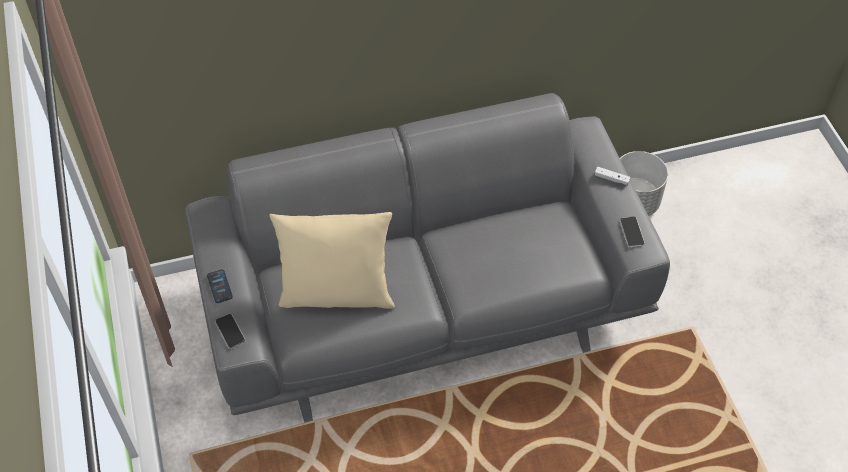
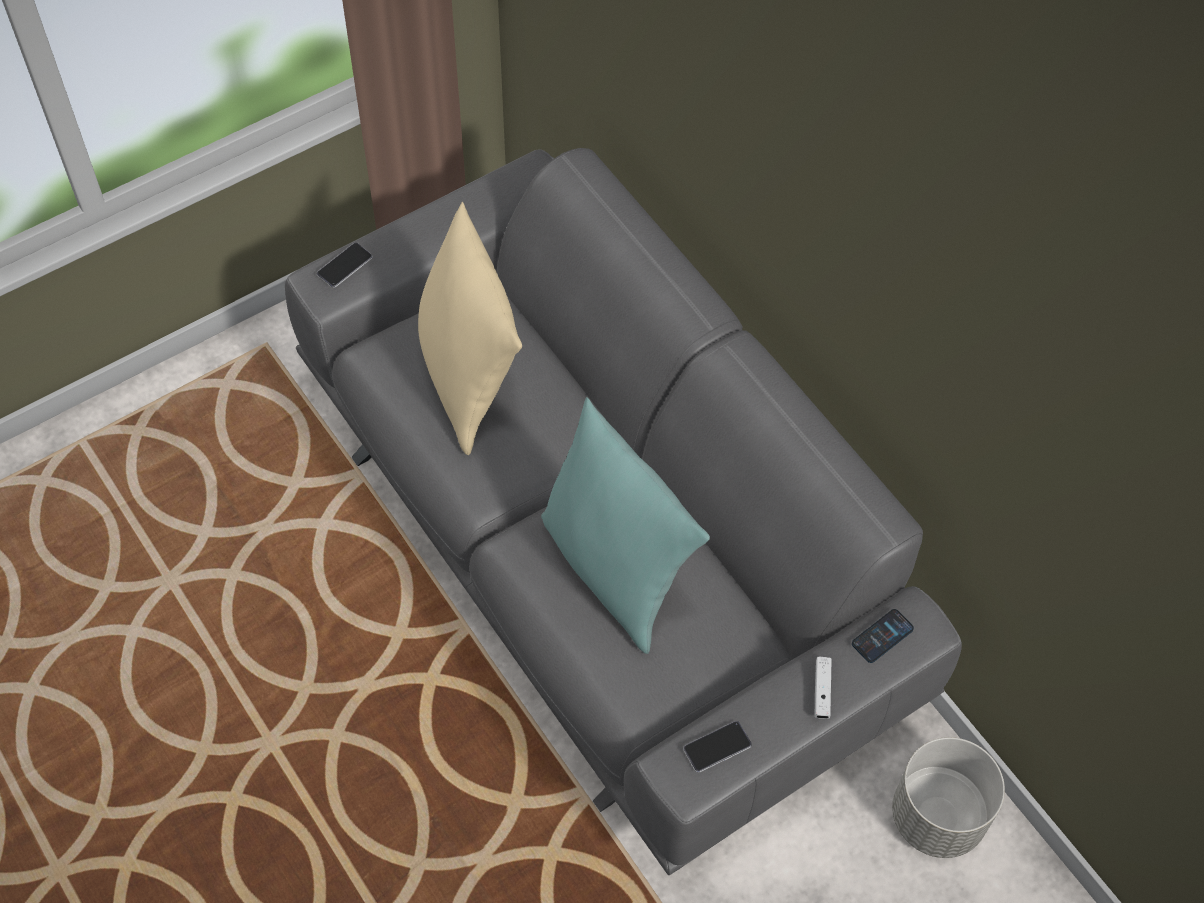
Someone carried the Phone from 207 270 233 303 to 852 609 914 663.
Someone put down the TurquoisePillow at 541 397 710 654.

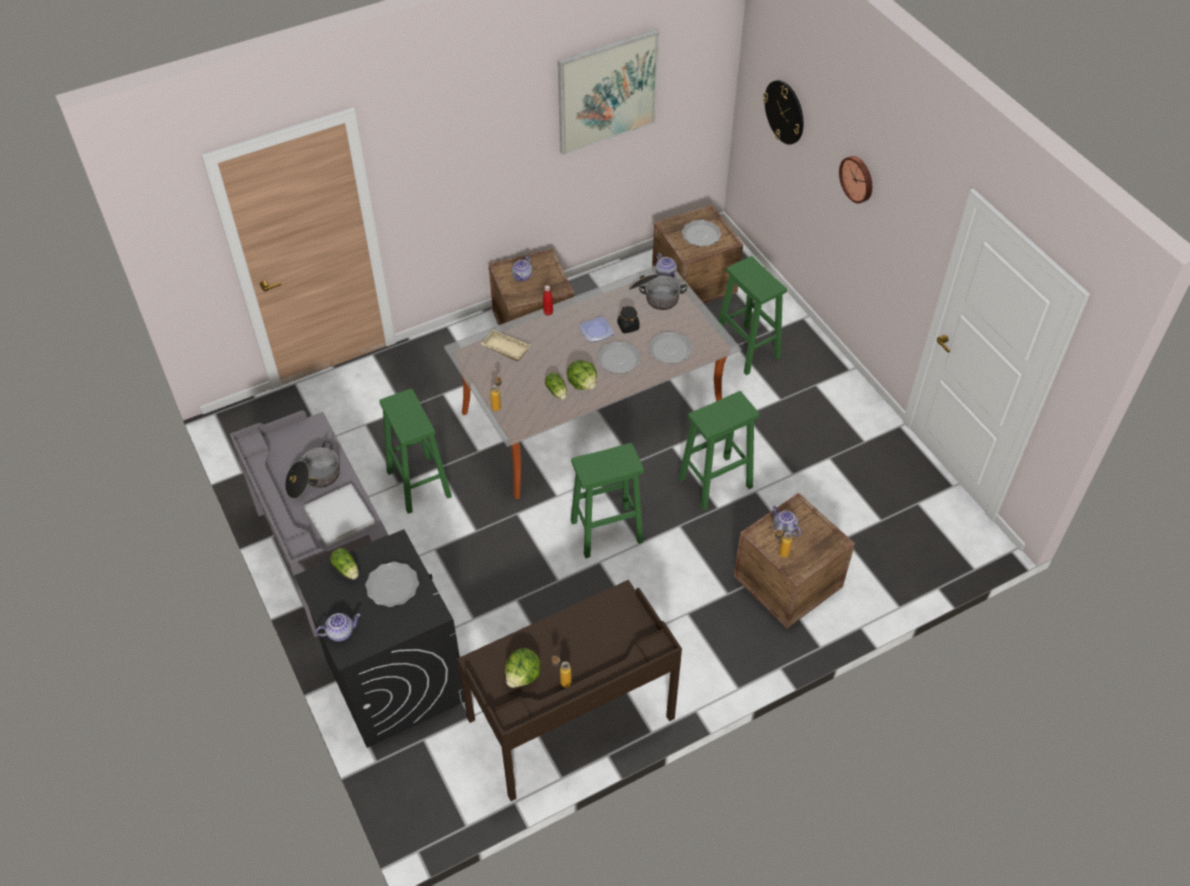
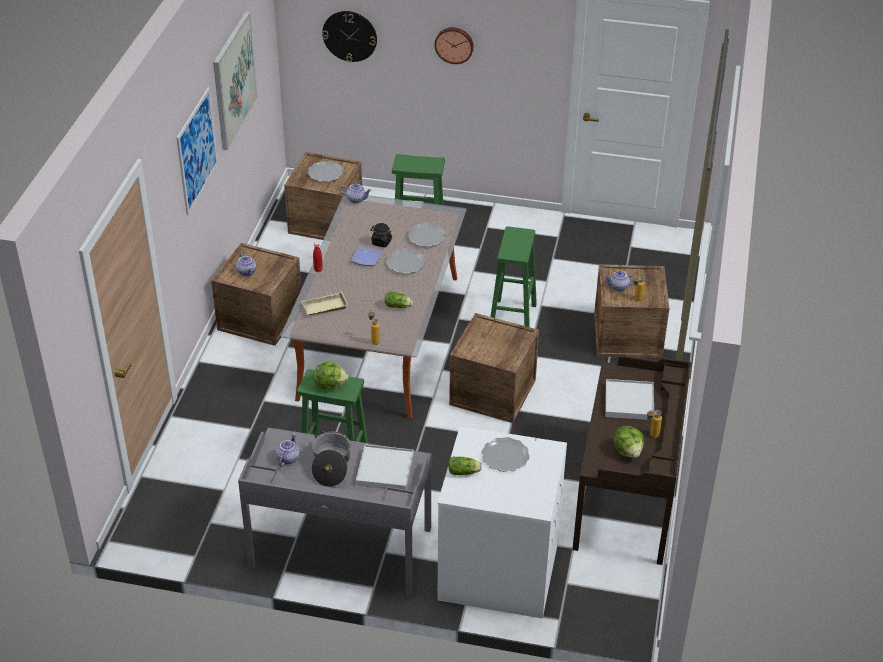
Someone repainted the BlackWashingMachine at 294 529 464 748, which became the WhiteWashingMachine at 437 426 567 619.
Someone carried the Teapot from 316 613 361 642 to 276 433 300 466.
Someone carried the Lettuce from 567 360 597 390 to 314 361 348 390.
Someone swapped the GreenStool at 571 443 644 558 for the Crate at 449 313 539 423.
Someone took away the CookingPot at 629 274 687 310.
Someone put up the Picture at 176 88 218 215.
Someone put down the WhiteTray at 605 379 654 420.

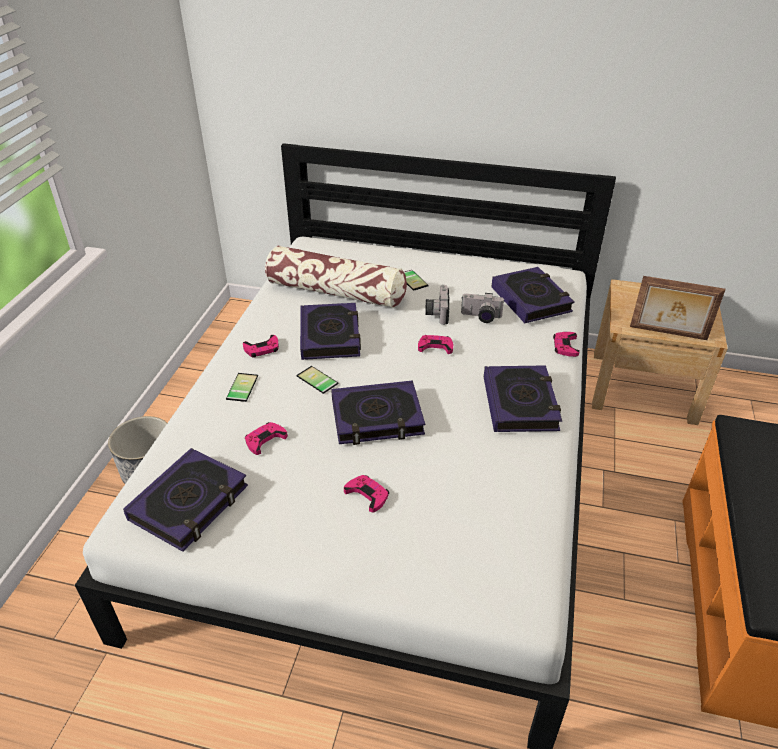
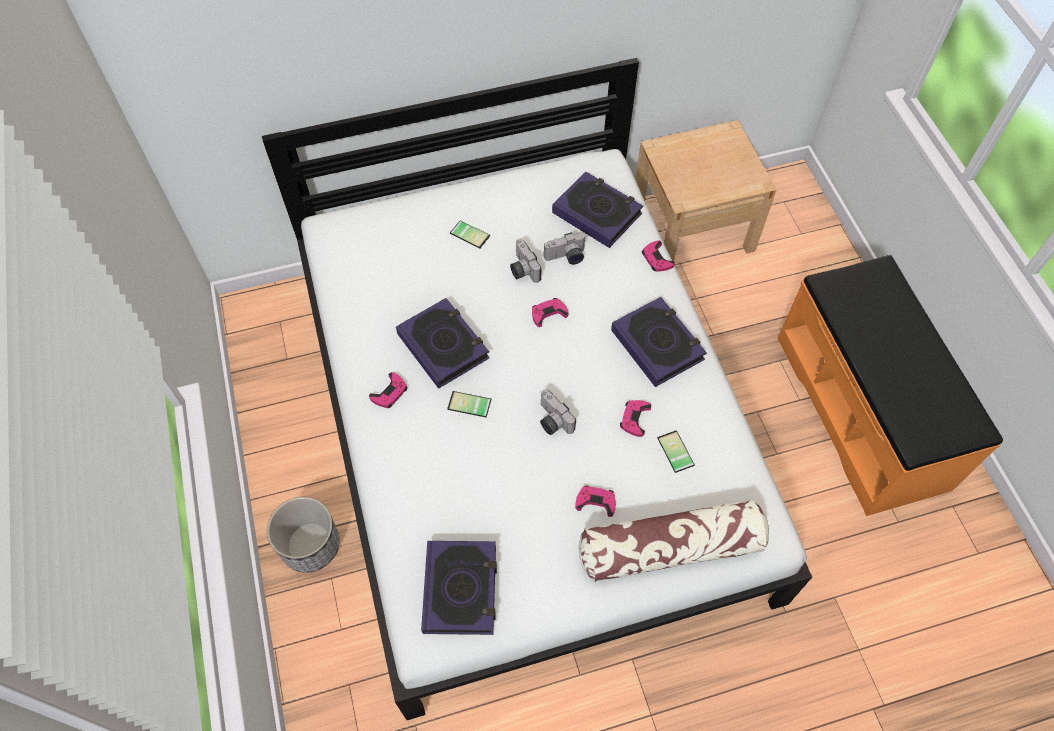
Someone carried the Phone from 226 373 258 402 to 657 430 695 473.
Someone carried the PinkGameController from 245 422 288 455 to 620 400 651 437.
Someone carried the Pillow from 265 245 407 308 to 579 500 769 582.
Someone swapped the Book at 331 381 425 445 for the PhotoCamera at 540 389 576 435.
Someone took away the PictureFrame at 630 276 726 340.

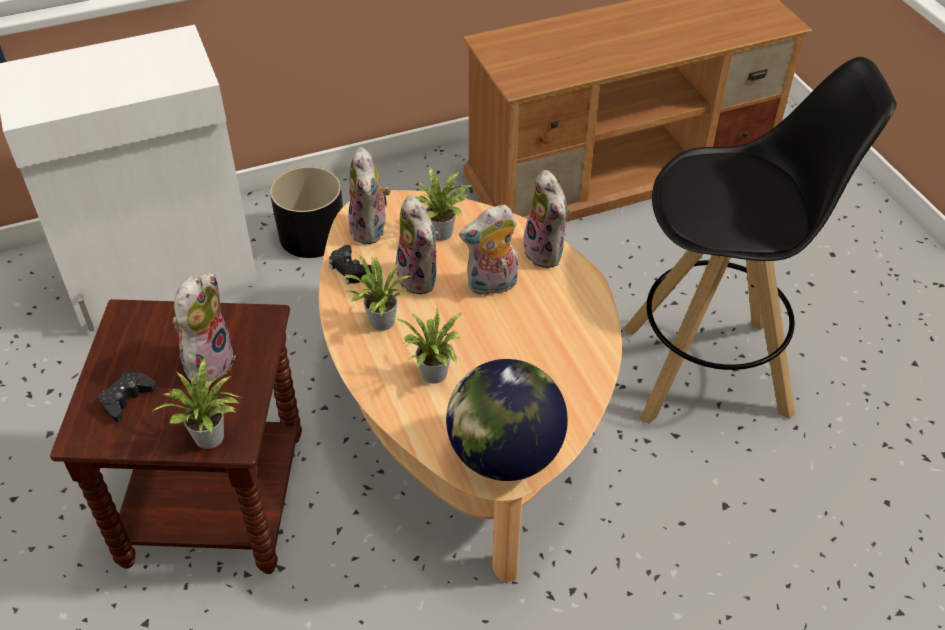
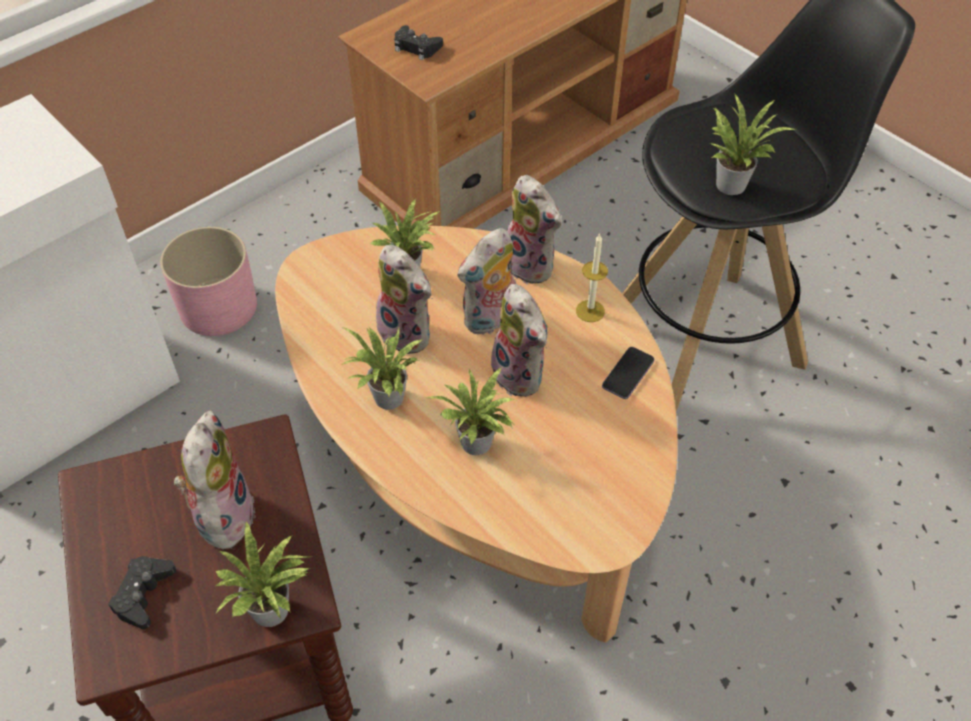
Someone repainted the BlackPlanter at 270 166 343 258, which became the PinkPlanter at 160 227 257 336.
Someone carried the BlackGameController from 329 245 372 285 to 394 25 443 60.
Someone carried the PlushToy from 348 147 391 244 to 491 284 548 397.
Someone took away the Globe at 446 359 568 481.
Someone put down the Candle at 576 233 608 322.
Someone put down the Phone at 602 347 654 399.
Someone put down the PottedPlant at 710 94 796 195.

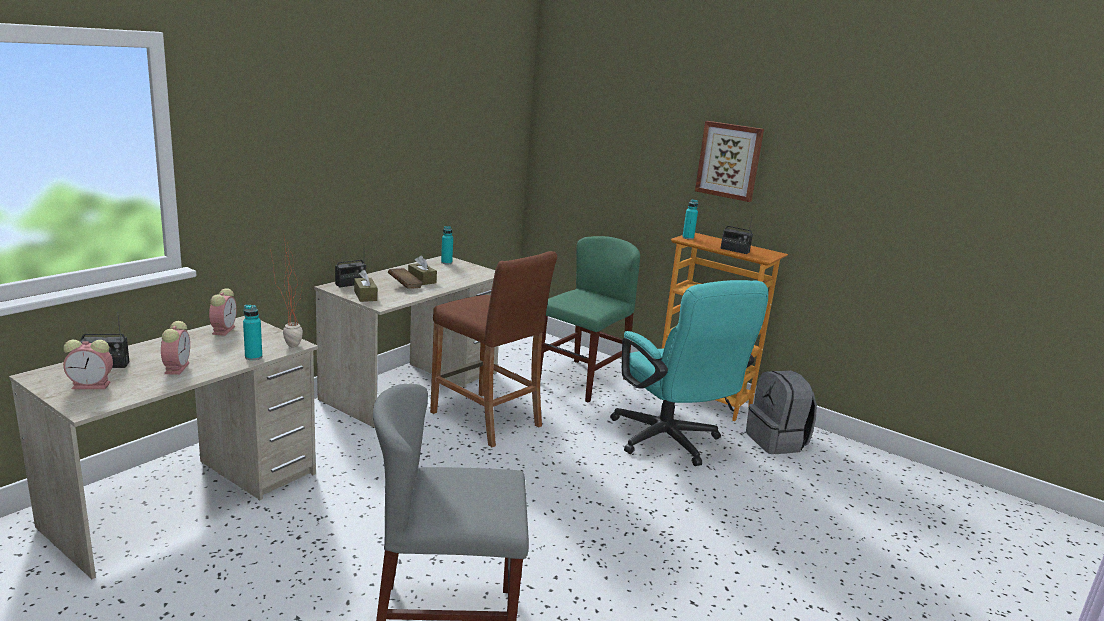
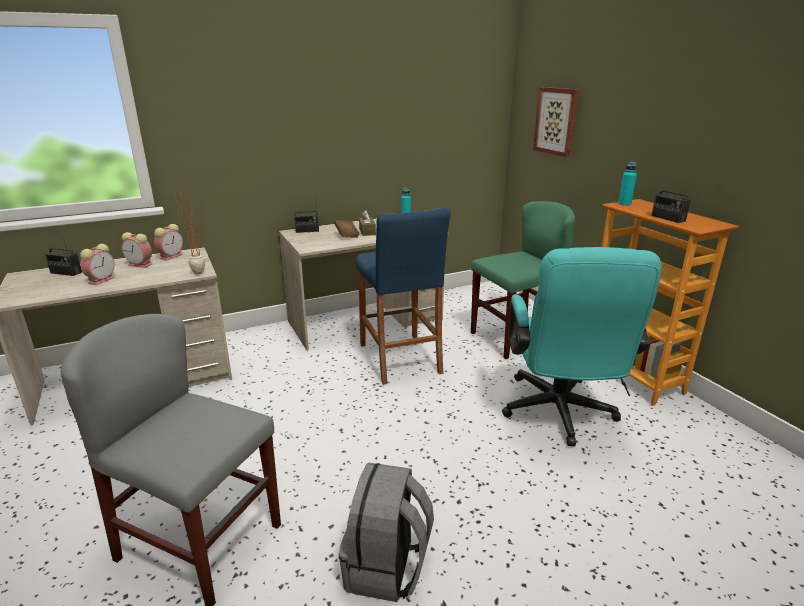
Someone carried the AlarmClock from 63 340 113 389 to 122 232 152 268.
Someone took away the TurquoiseBottle at 243 305 262 360.
Someone took away the BrownTissueBox at 354 270 377 302.
Someone repainted the BrownStool at 430 251 557 447, which became the BlueStool at 356 208 451 385.
Someone carried the Picture from 695 121 764 202 to 533 87 579 157.
Someone carried the GreyBackpack from 746 370 817 454 to 339 463 434 602.

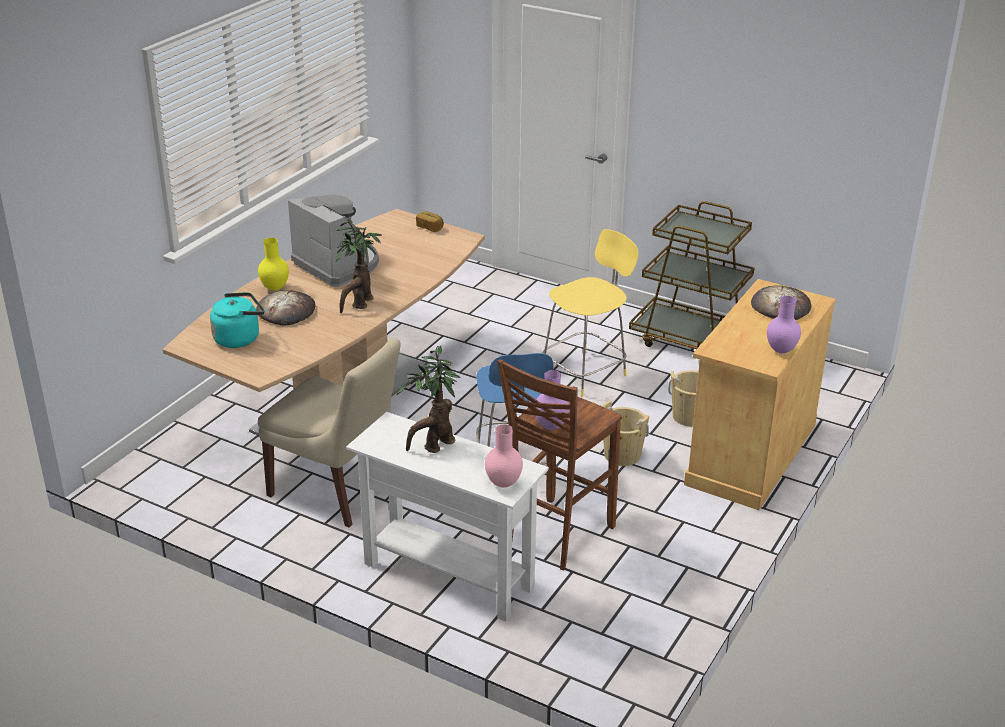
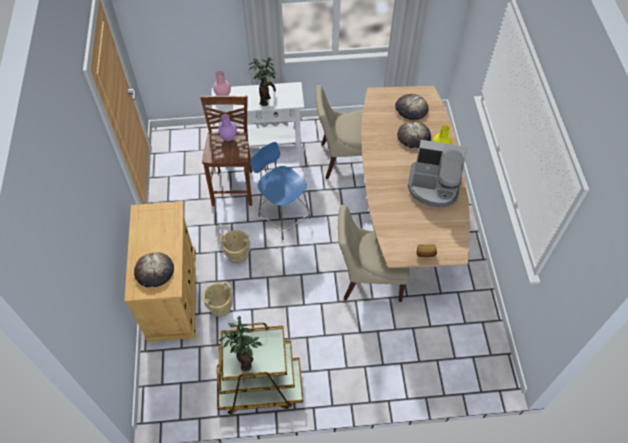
Someone swapped the TurquoiseKettle at 210 292 264 348 for the Bread at 395 94 428 120.
Someone carried the PottedPlant from 336 217 382 313 to 219 316 262 371.
Someone took away the YellowStool at 543 229 639 397.
Someone took away the PurpleVase at 767 296 801 353.
Someone put down the BeigeChair at 338 205 409 302.

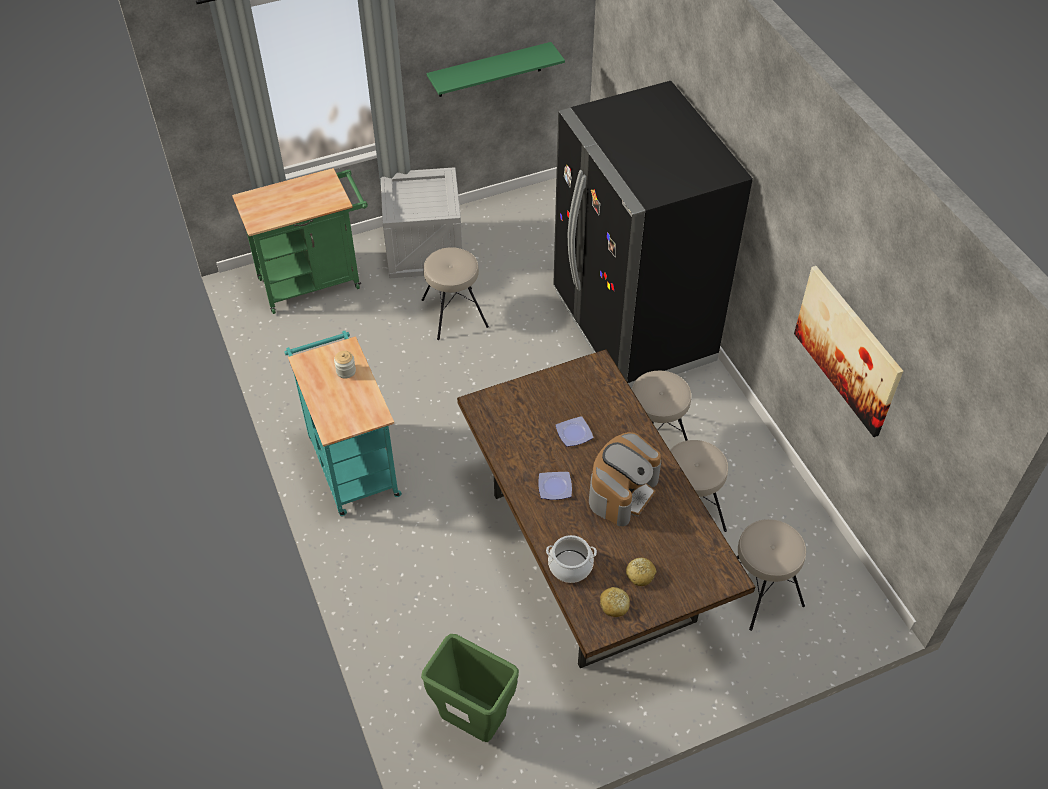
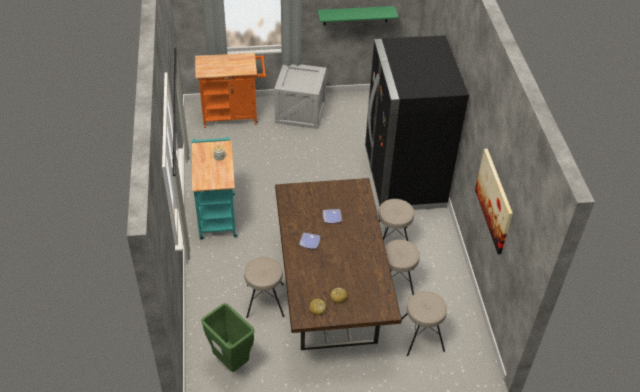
Someone repainted the GreenCart at 232 168 368 314, which became the OrangeCart at 195 53 267 128.
Someone carried the BeigeStool from 421 247 489 340 to 244 257 284 318.
Someone took away the CookingPot at 546 535 597 583.
Someone took away the CoffeeMachine at 589 432 661 526.

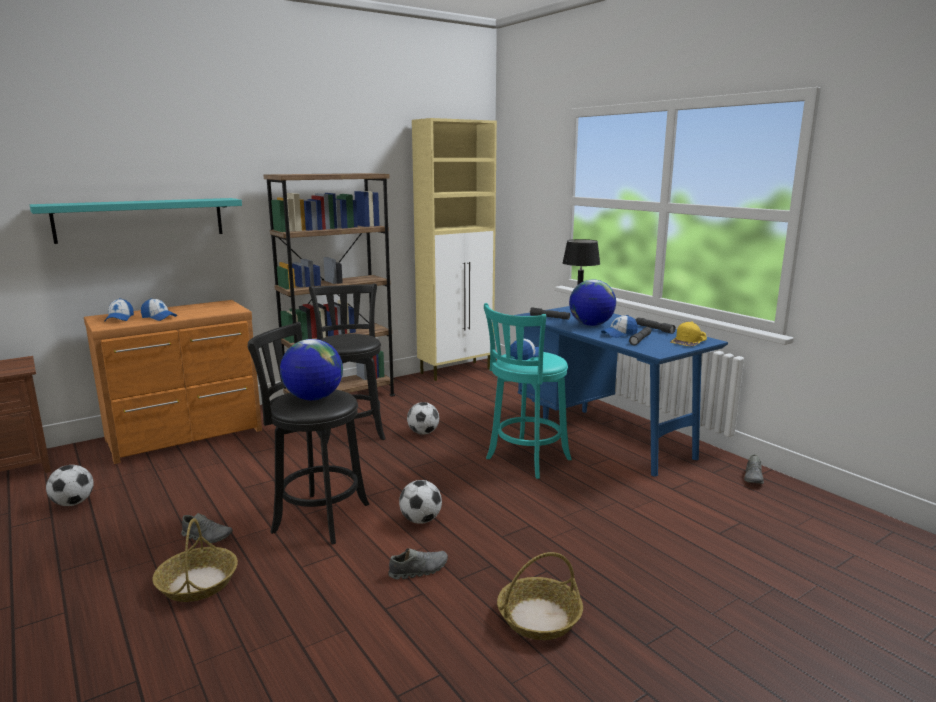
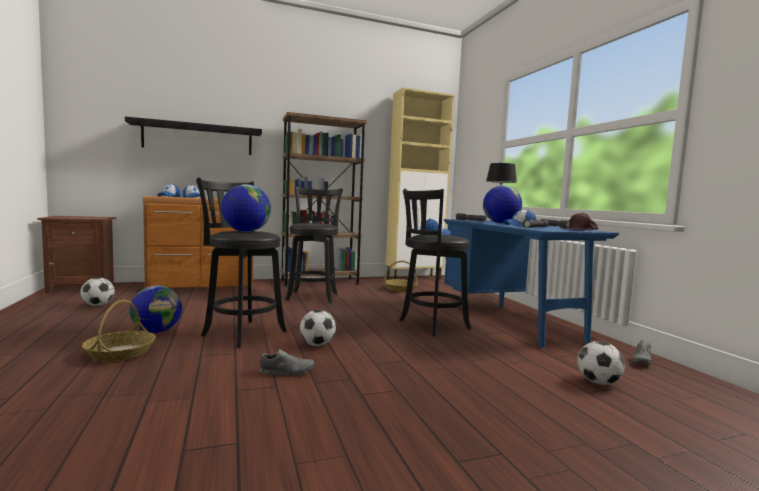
Someone repainted the TurquoiseShelf at 30 198 242 244, which became the BlackShelf at 125 117 262 155.
Someone swapped the GreyShoe at 181 513 233 543 for the Globe at 130 285 182 333.
Someone carried the Football from 407 402 439 435 to 577 341 625 385.
Someone repainted the TurquoiseStool at 484 303 572 479, which became the BlackStool at 400 189 471 336.
Someone carried the Basket from 497 552 583 640 to 384 261 418 292.
Someone repainted the YellowCap at 670 321 707 346, which became the BrownCap at 563 213 598 231.

